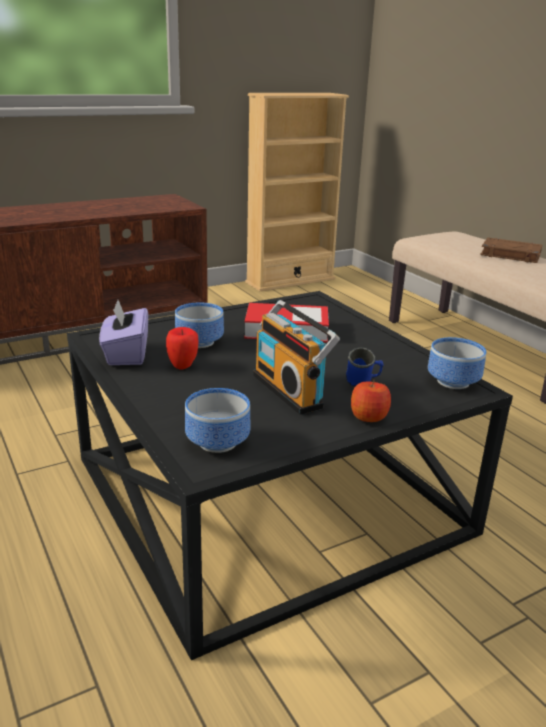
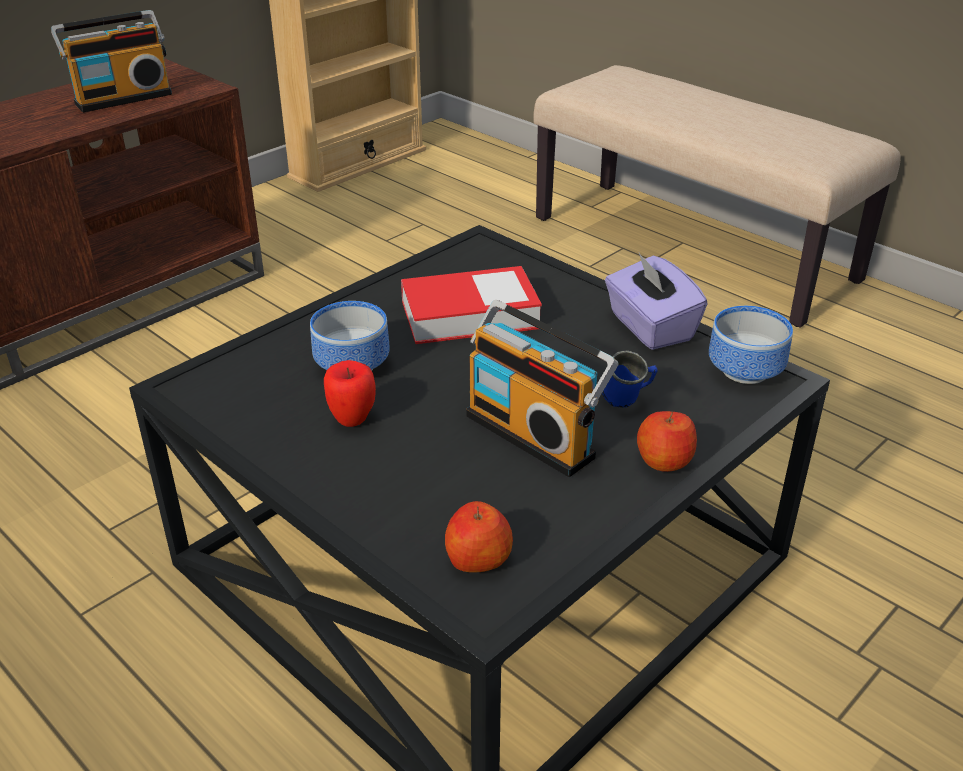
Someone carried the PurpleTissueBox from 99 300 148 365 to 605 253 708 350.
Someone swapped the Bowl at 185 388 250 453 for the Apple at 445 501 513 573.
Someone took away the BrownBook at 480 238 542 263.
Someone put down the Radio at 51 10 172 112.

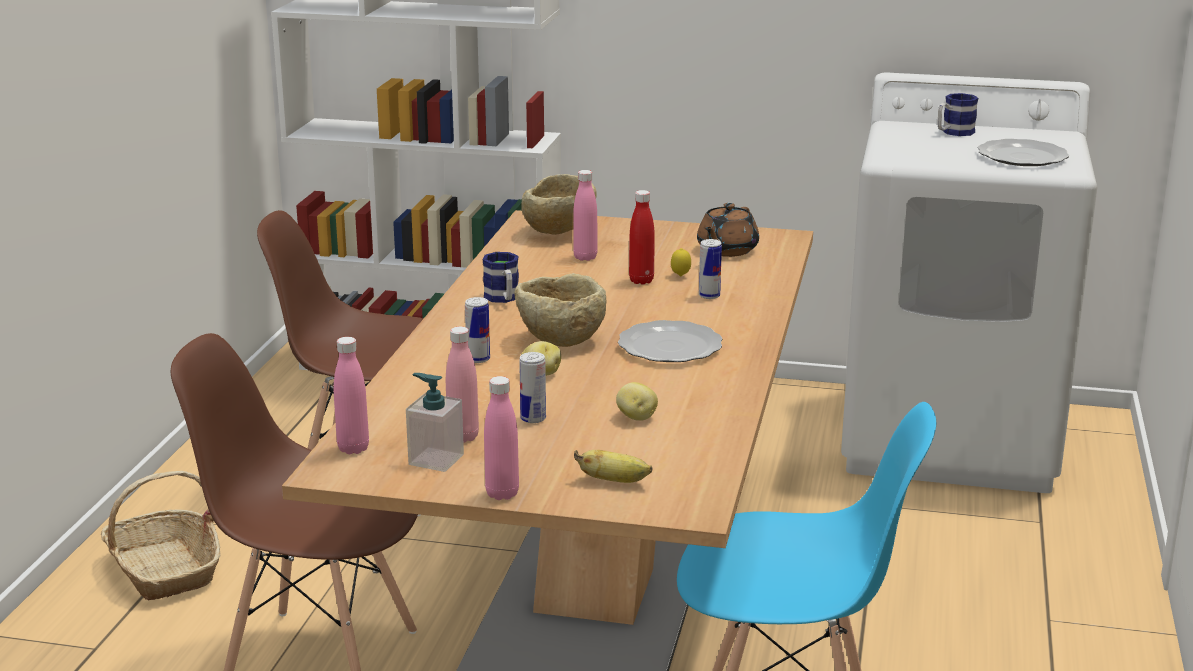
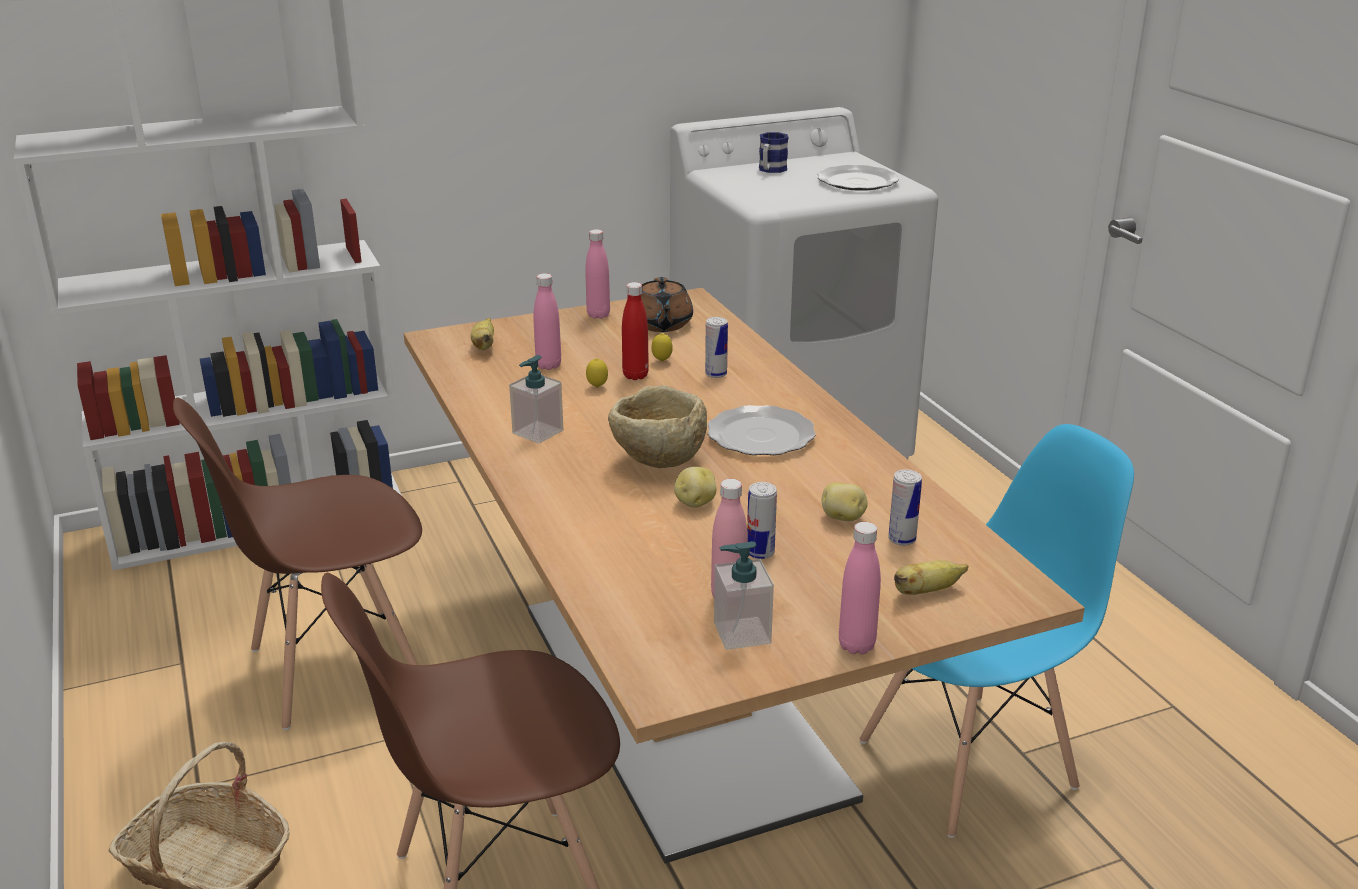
Someone carried the PinkBottle from 334 337 369 454 to 585 229 610 319.
Someone carried the Can from 465 297 490 363 to 888 469 922 545.
Someone swapped the Mug at 483 252 519 303 for the SoapDispenser at 509 355 564 444.
Someone swapped the BeigeBowl at 521 174 597 235 for the Banana at 471 318 494 350.
Someone put down the Lemon at 586 358 608 388.

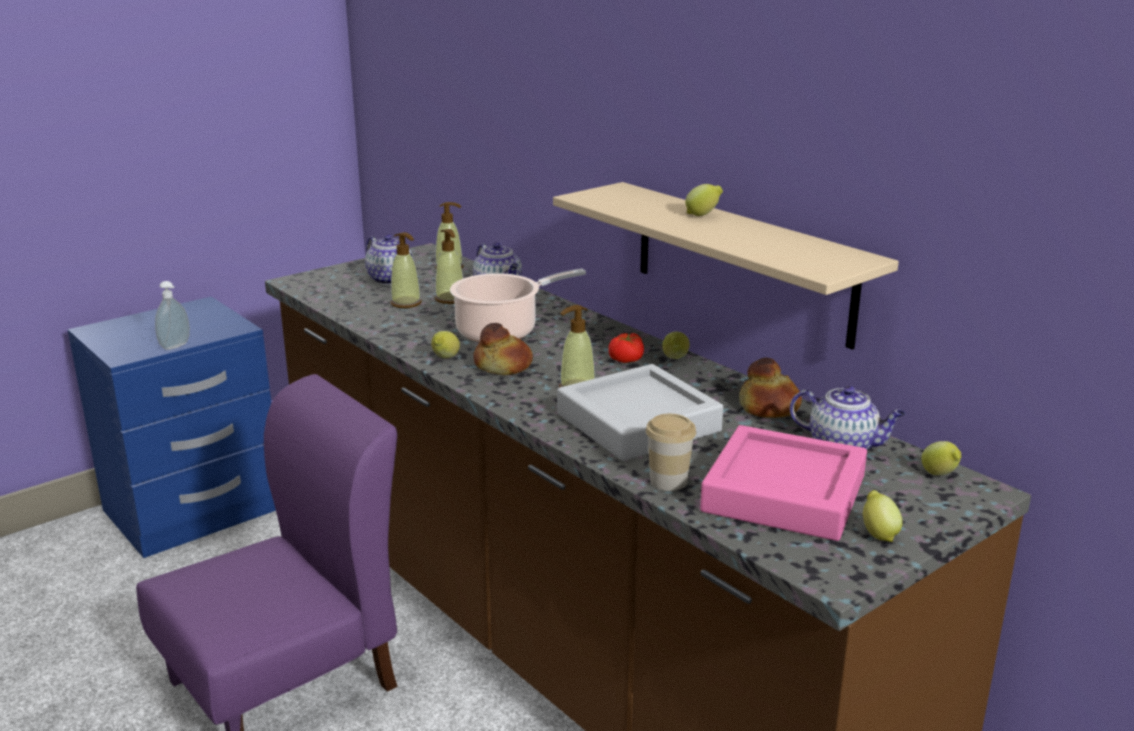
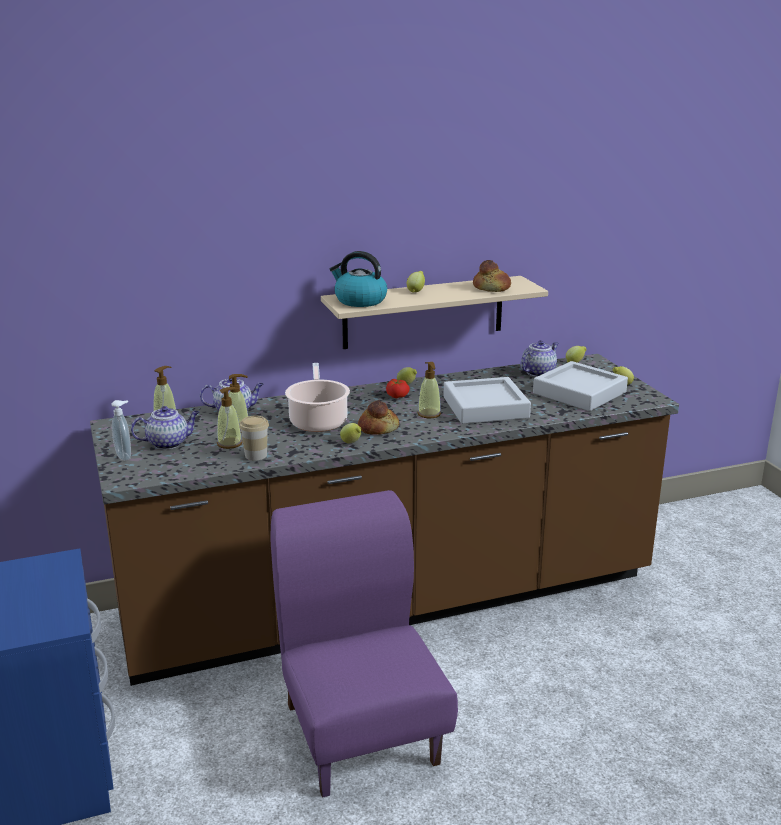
Someone carried the SoapDispenser from 155 281 190 350 to 111 400 131 461.
Someone carried the Cup from 646 414 696 491 to 239 416 269 461.
Someone repainted the PinkTray at 700 425 867 541, which became the GreyTray at 533 361 628 411.
Someone carried the Bread from 739 358 802 418 to 473 260 511 292.
Someone put down the Kettle at 330 251 387 307.

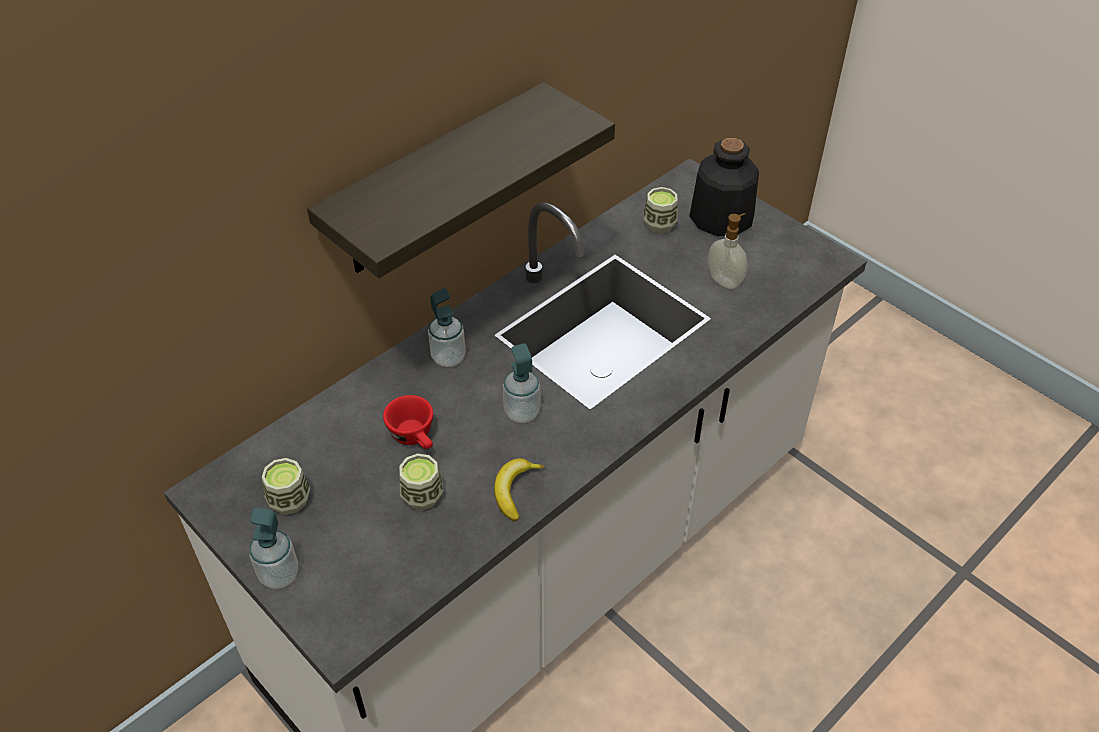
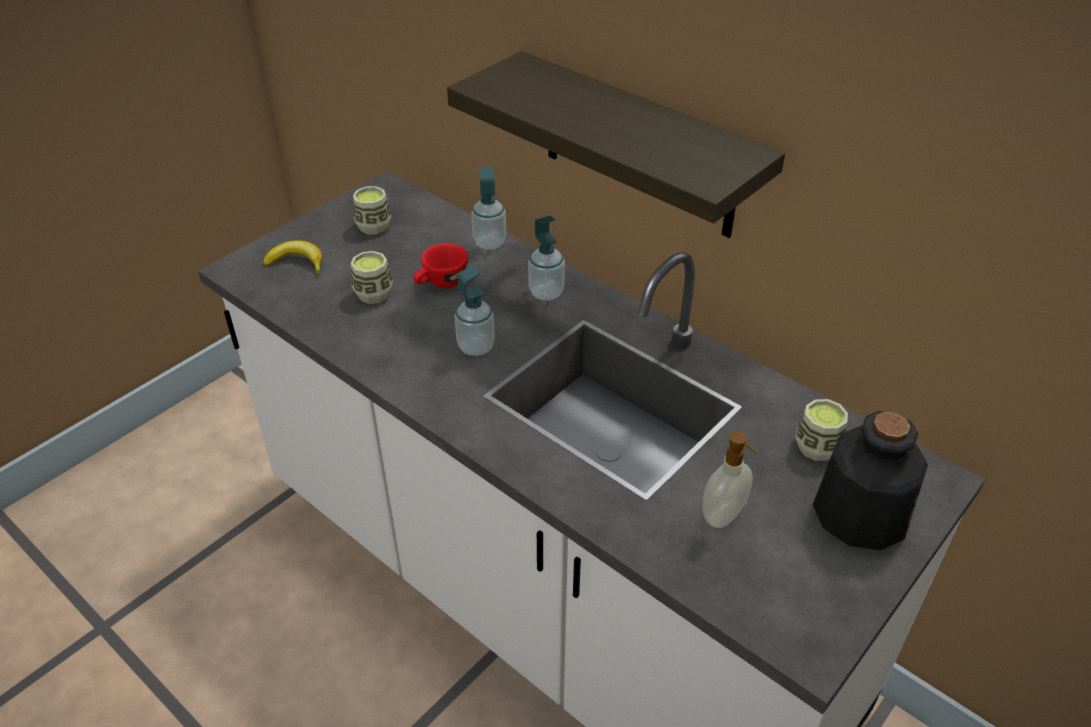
Someone carried the SoapDispenser from 249 508 298 589 to 471 166 506 250.
Someone carried the Banana from 494 458 544 521 to 263 240 323 274.

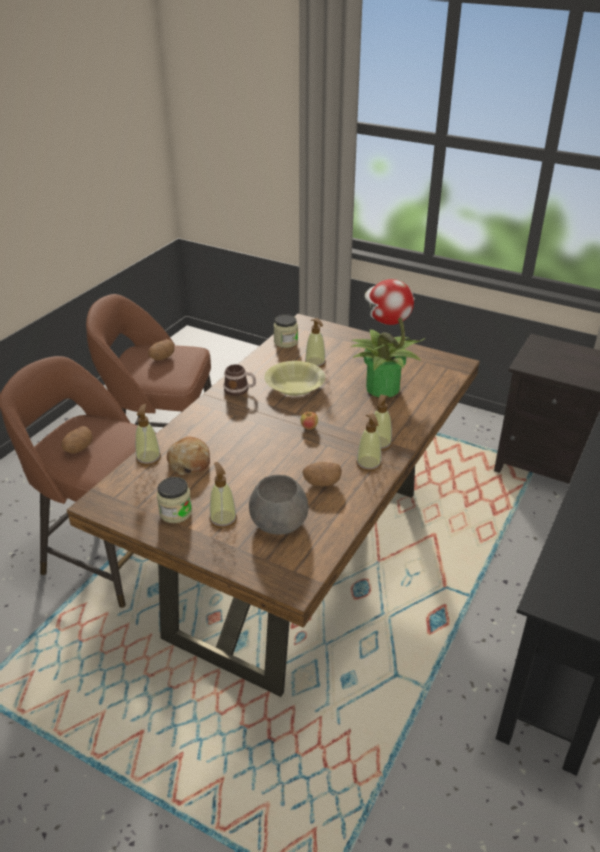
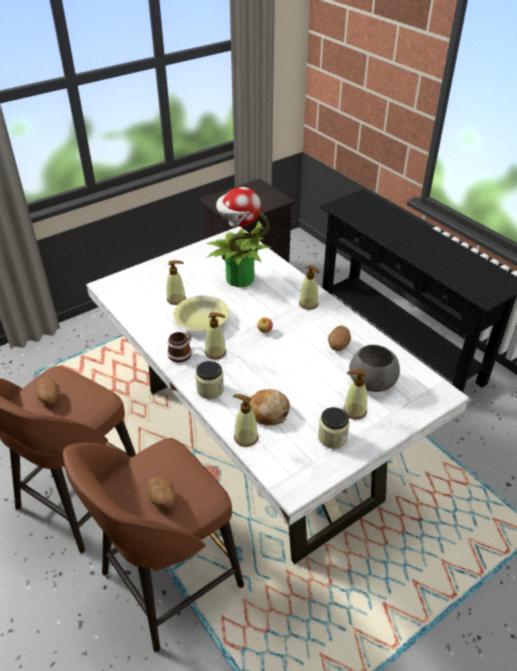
Someone repainted the BrownDiningTable at 67 314 480 697, which became the WhiteDiningTable at 86 226 469 564.
Someone carried the Jar from 273 314 298 348 to 195 361 224 399.
Someone carried the SoapDispenser from 356 414 382 471 to 205 312 226 360.

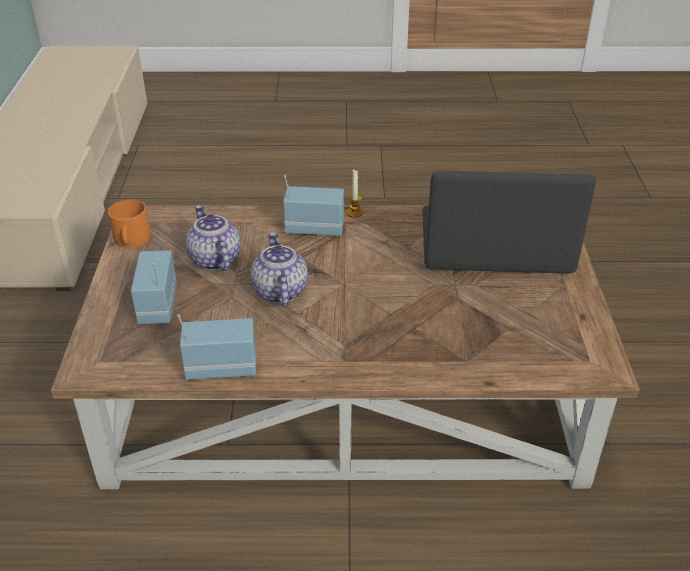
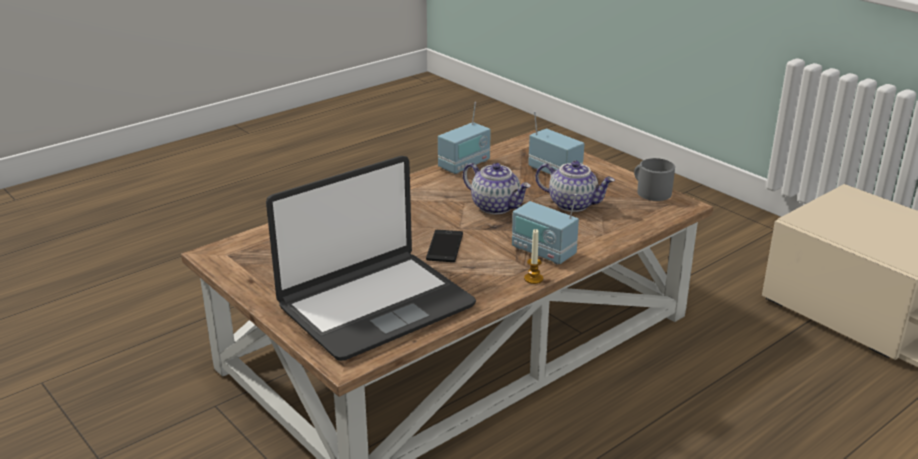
Someone repainted the OrangeMug at 108 199 151 248, which became the GreyMug at 634 158 675 201.
Someone rotated the Radio at 283 175 344 236 by 75 degrees clockwise.
Someone put down the Phone at 426 230 463 262.

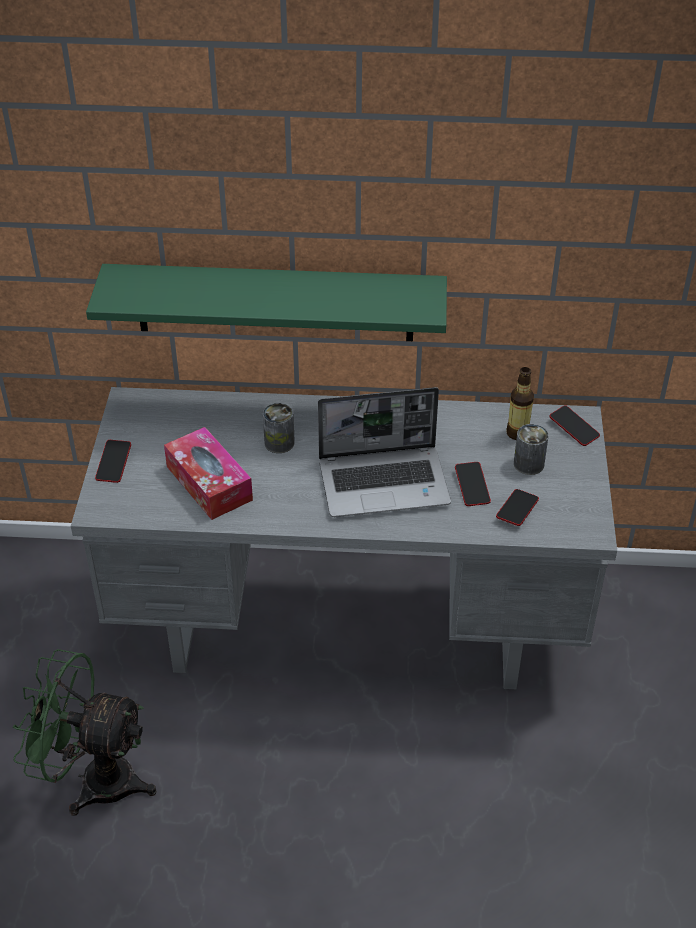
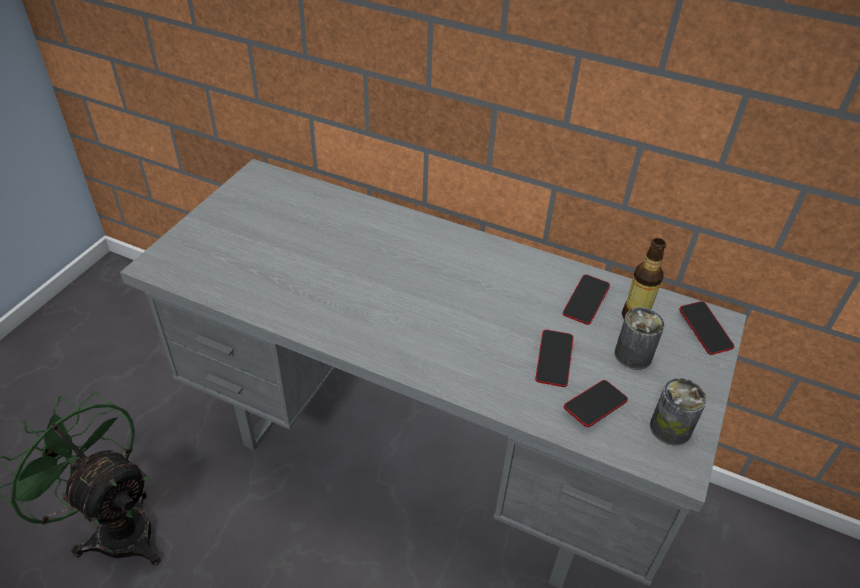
Someone took away the GreenShelf at 86 264 447 341.
Someone carried the Phone from 95 440 131 483 to 563 274 610 325.
Someone took away the TissueBox at 164 427 253 520.
Someone carried the Can from 263 403 295 453 to 650 378 707 445.
Someone took away the Laptop at 318 387 451 517.

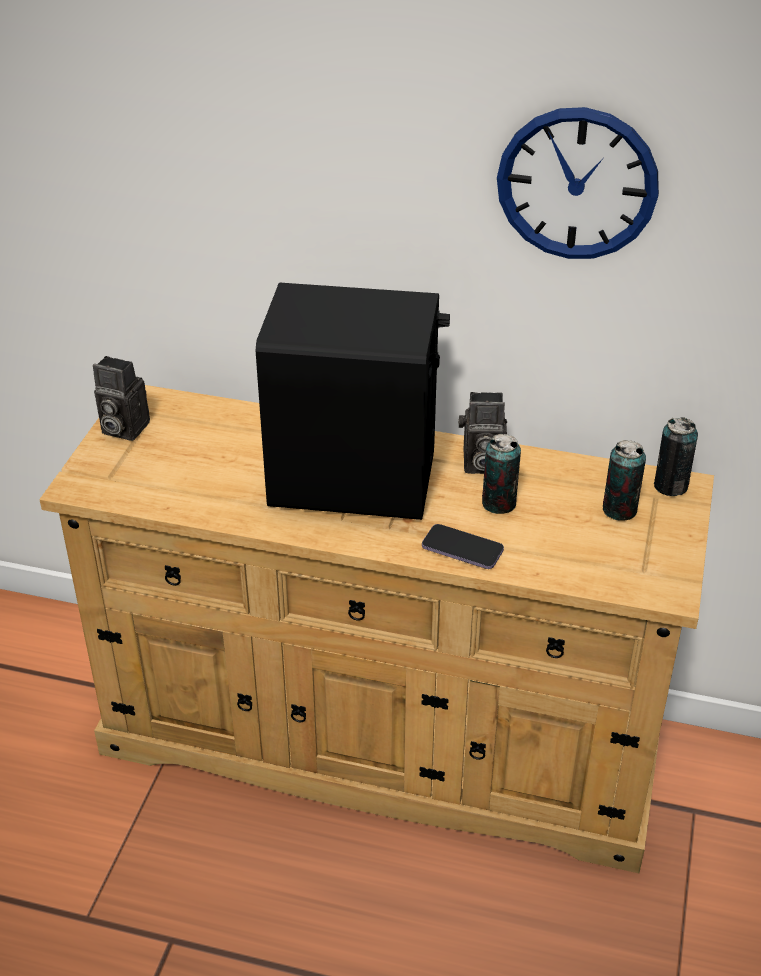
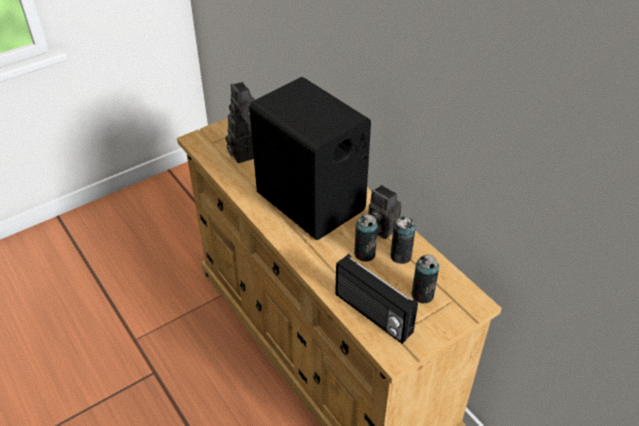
Someone took away the Phone at 422 524 504 569.
Someone took away the WallClock at 497 107 659 259.
Someone carried the Can from 654 417 698 496 to 391 216 416 264.
Someone put down the PhotoCamera at 226 113 254 163.
Someone put down the Radio at 335 254 418 344.

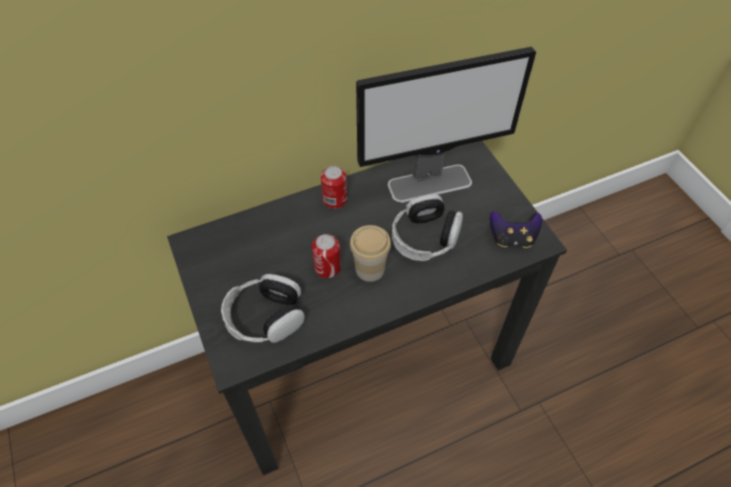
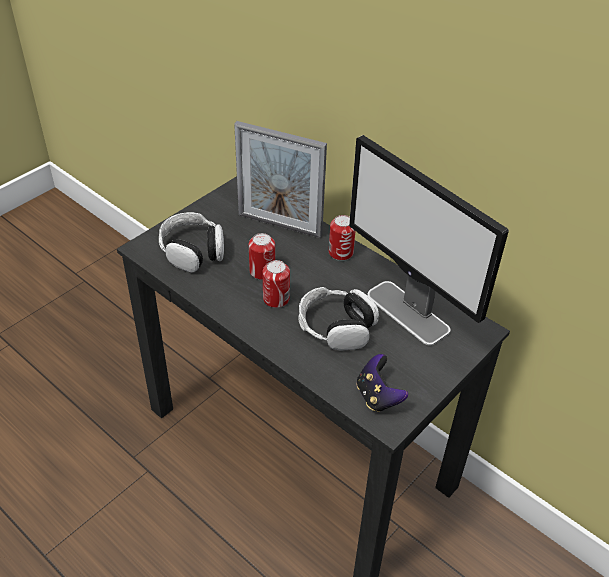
Someone swapped the Cup at 350 225 391 282 for the Can at 262 260 290 308.
Someone put down the PictureFrame at 234 121 327 238.

